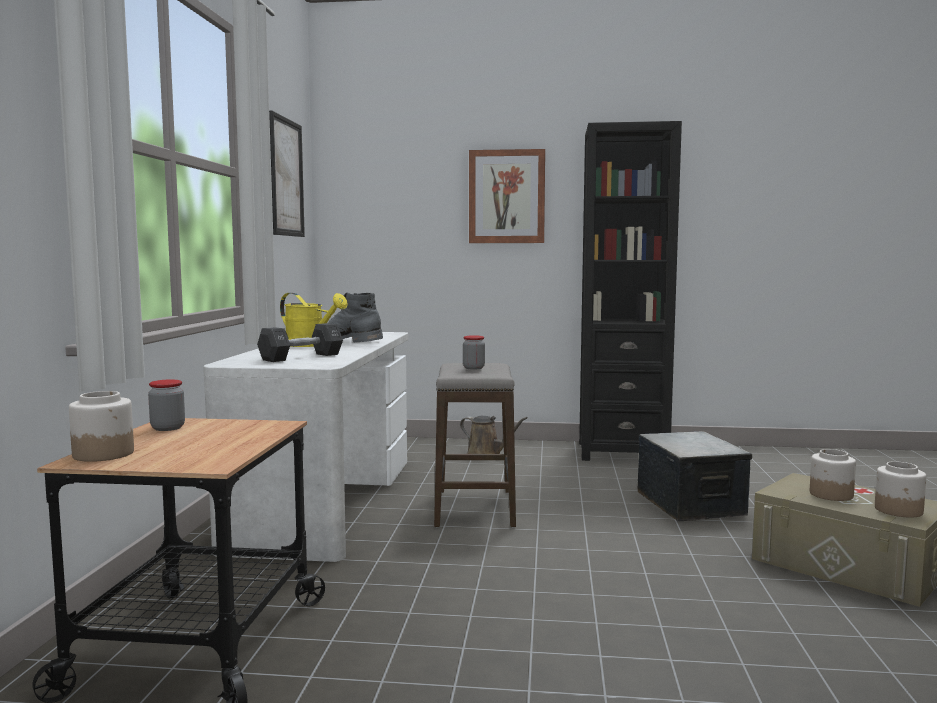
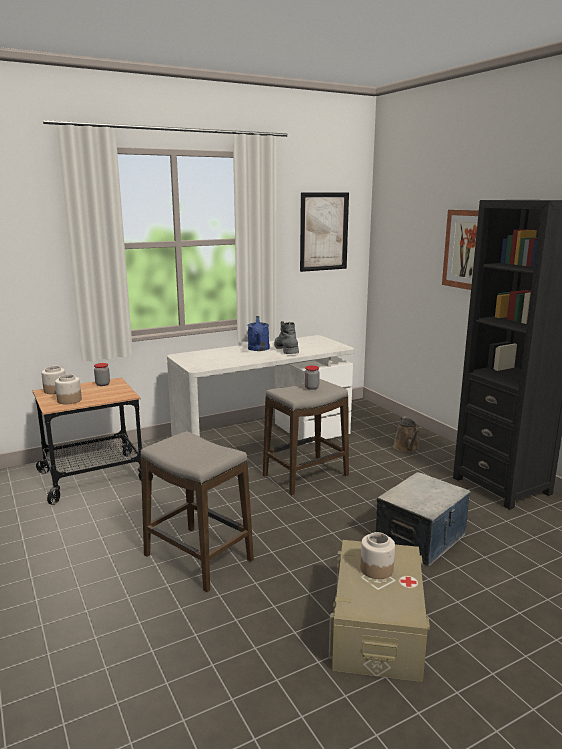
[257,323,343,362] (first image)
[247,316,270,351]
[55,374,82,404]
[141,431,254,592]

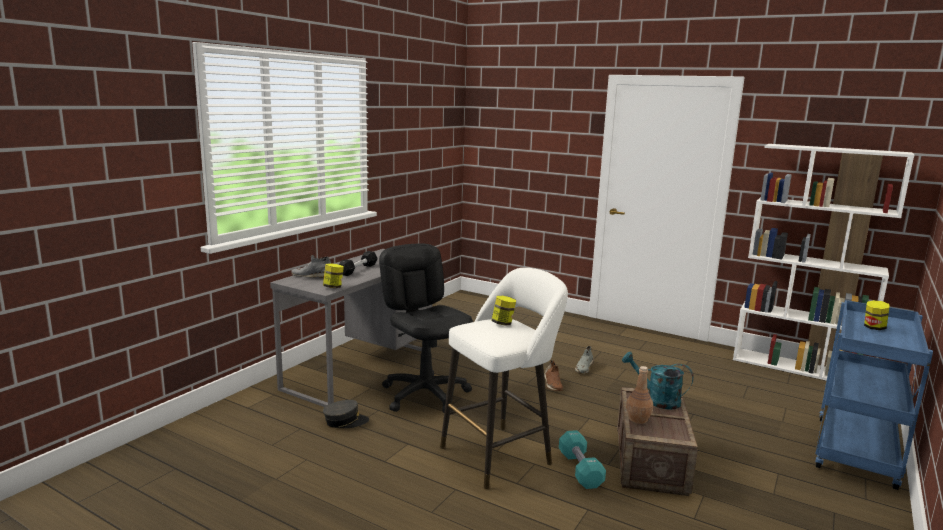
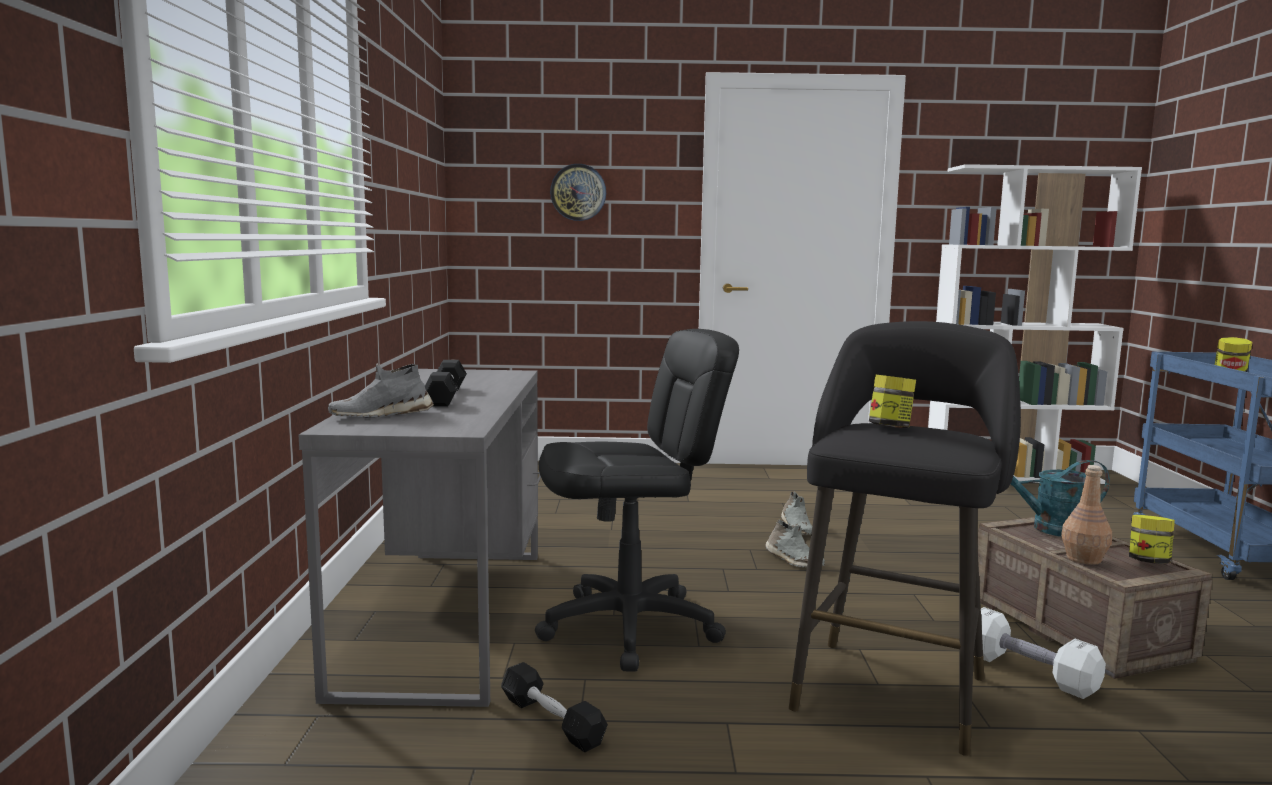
[1129,515,1175,564]
[501,662,608,752]
[535,329,739,672]
[789,321,1021,756]
[765,519,825,567]
[981,607,1106,699]
[550,164,606,221]

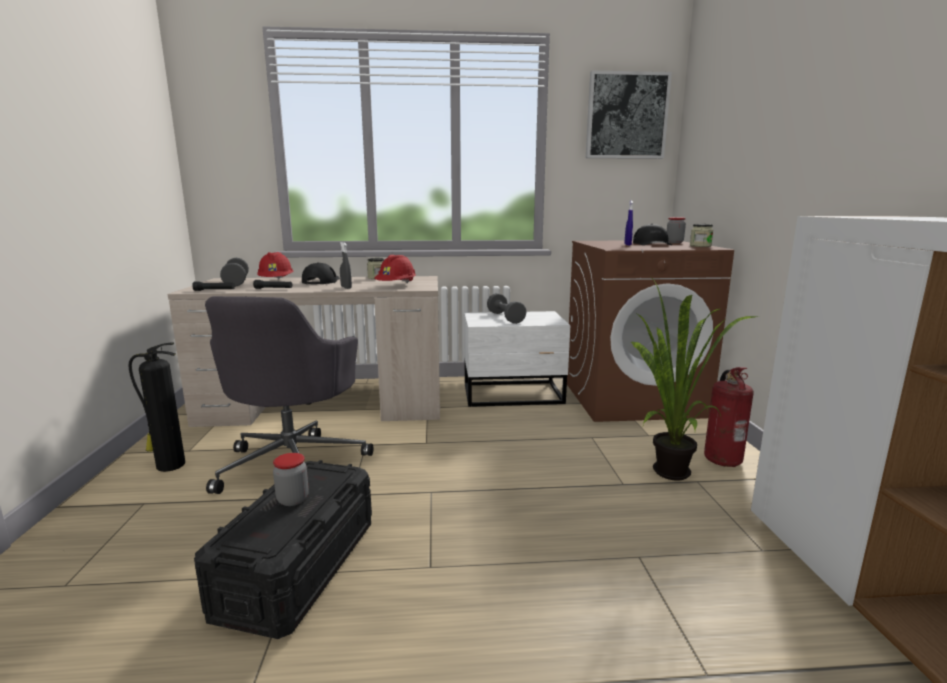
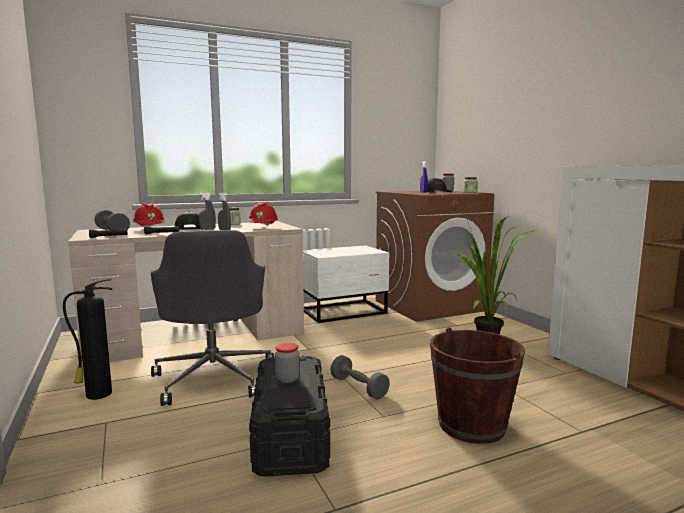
[330,355,390,400]
[586,71,672,159] (first image)
[704,367,754,467] (first image)
[199,193,216,230]
[430,327,525,444]

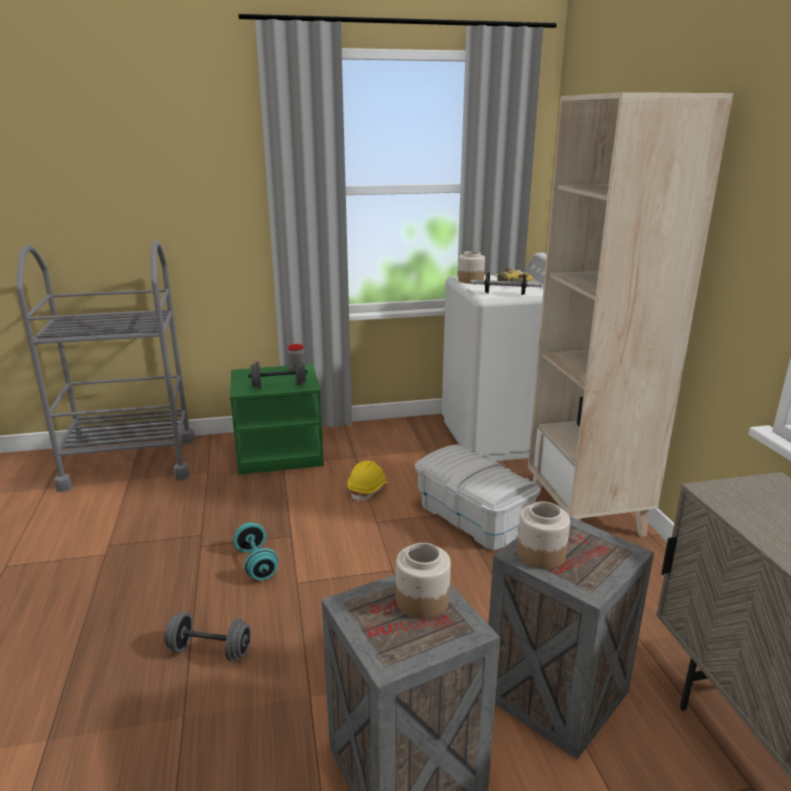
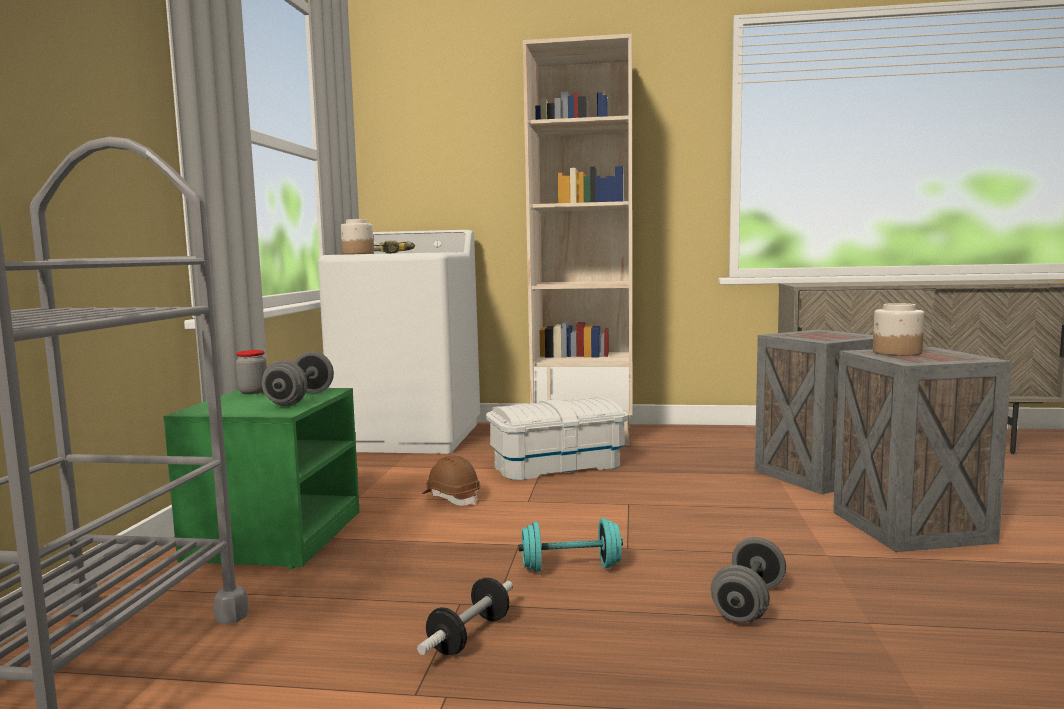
[422,456,481,506]
[417,578,513,655]
[517,502,570,569] (first image)

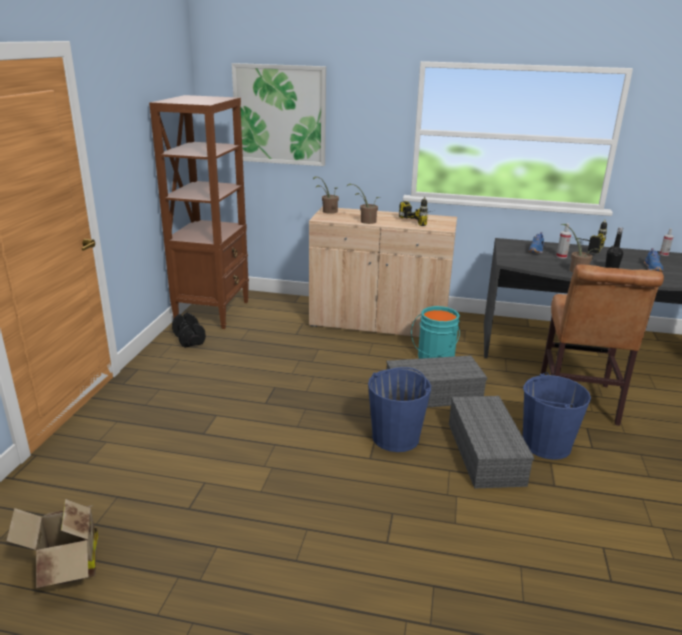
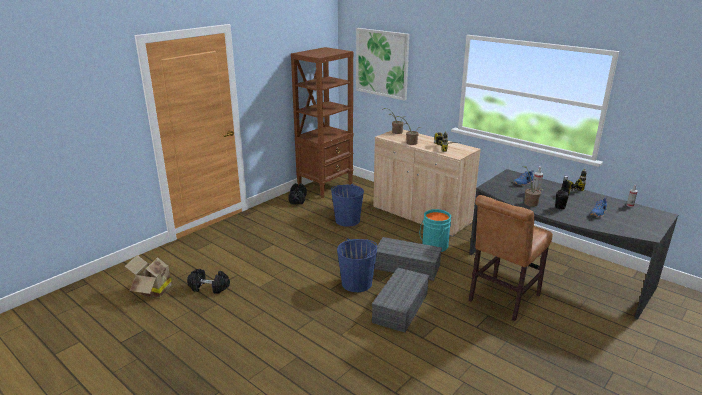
[331,183,364,227]
[187,269,230,294]

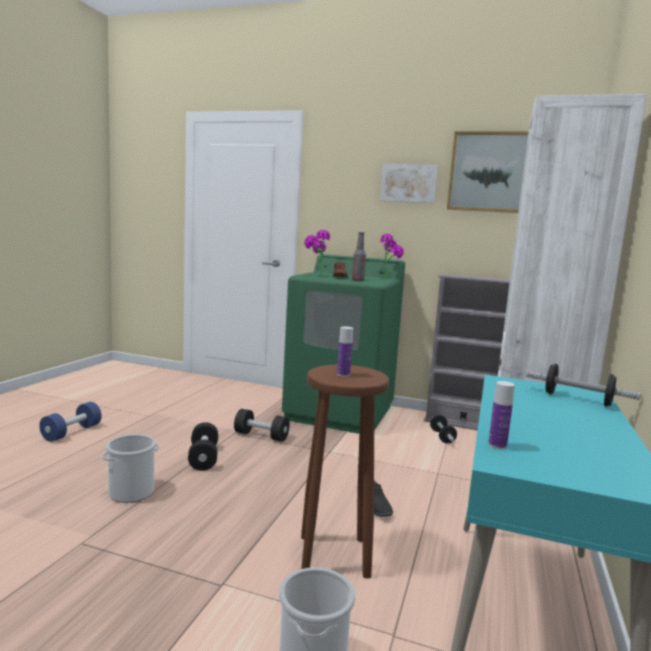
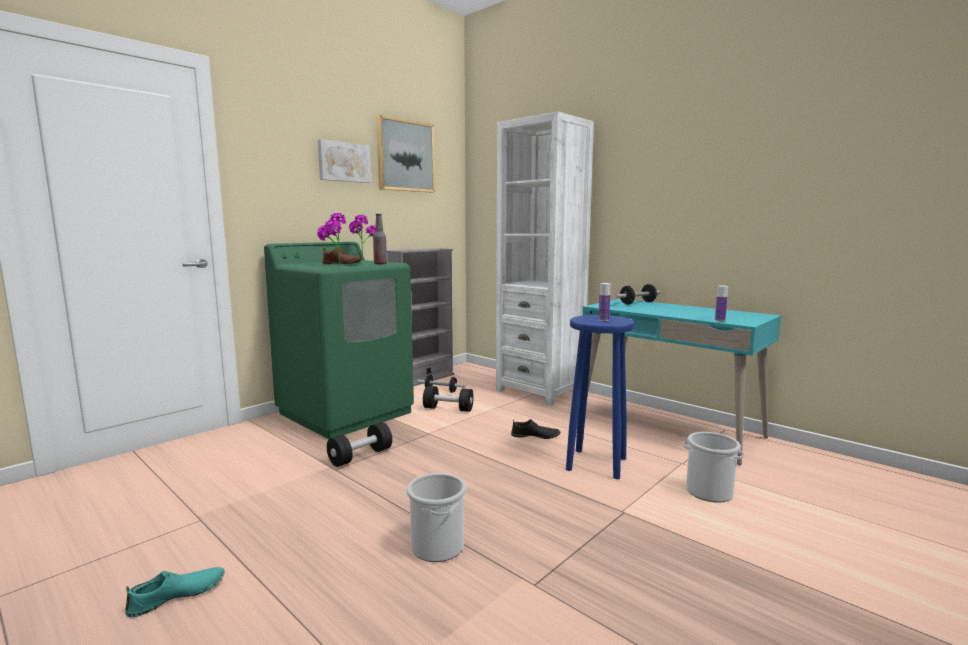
[125,567,225,617]
[423,386,474,412]
[566,315,634,479]

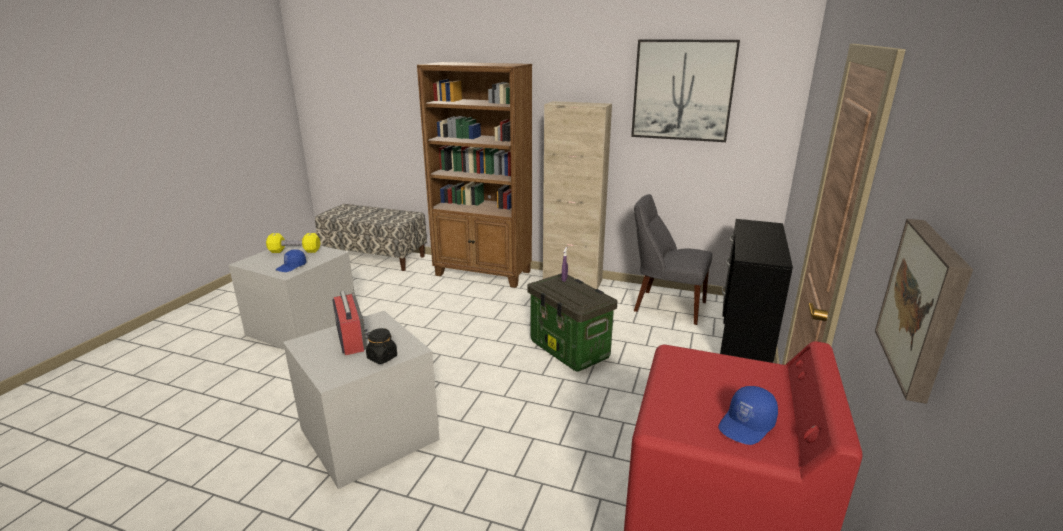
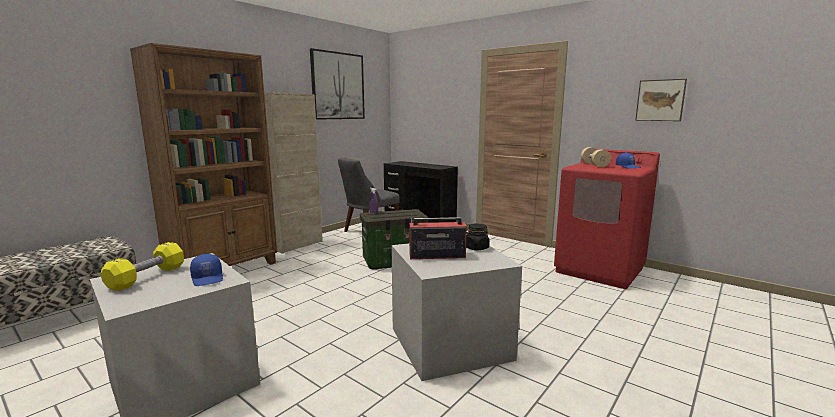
[581,147,611,167]

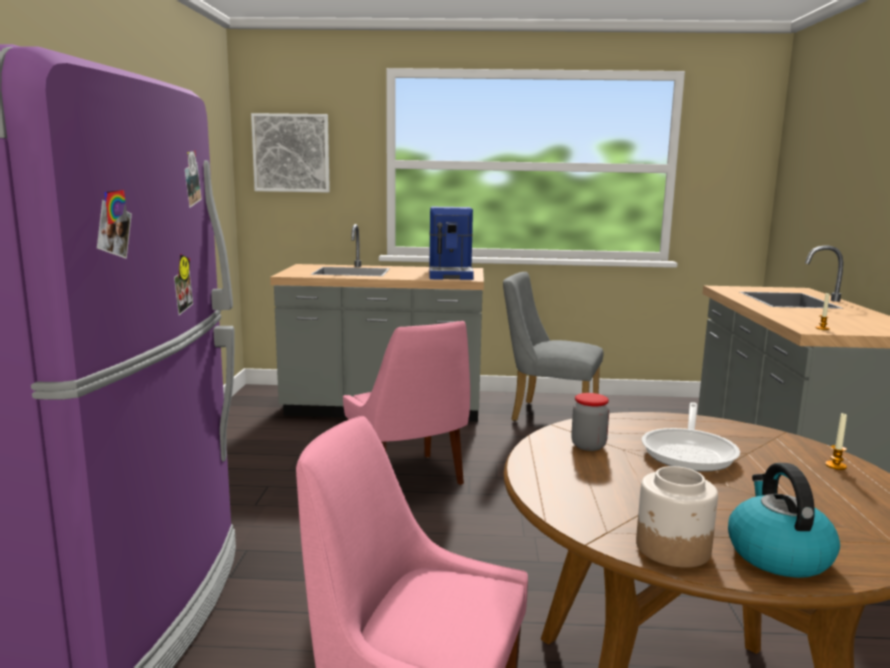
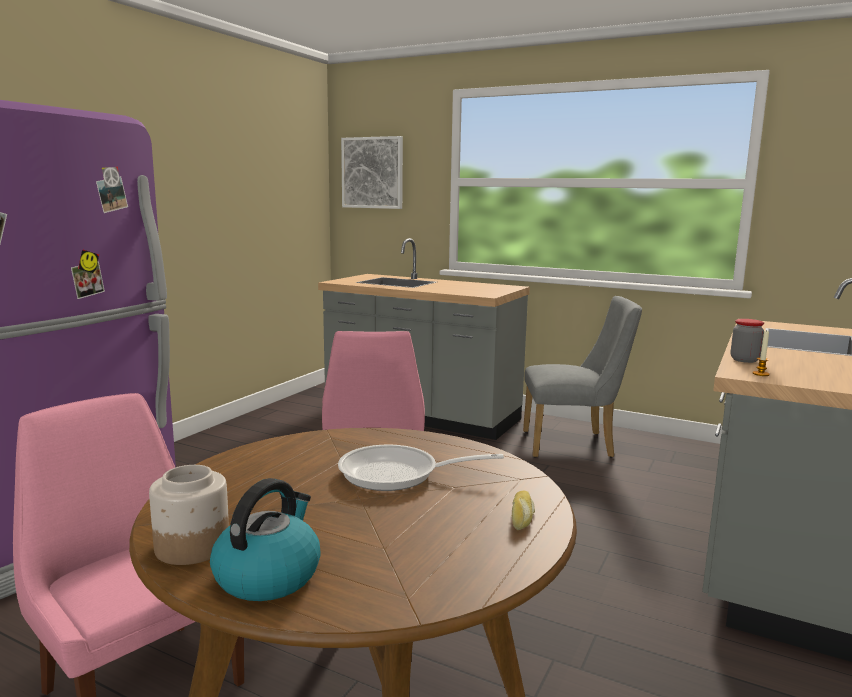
[429,207,474,280] (first image)
[523,296,642,458]
[731,319,764,363]
[338,445,504,491]
[512,491,535,530]

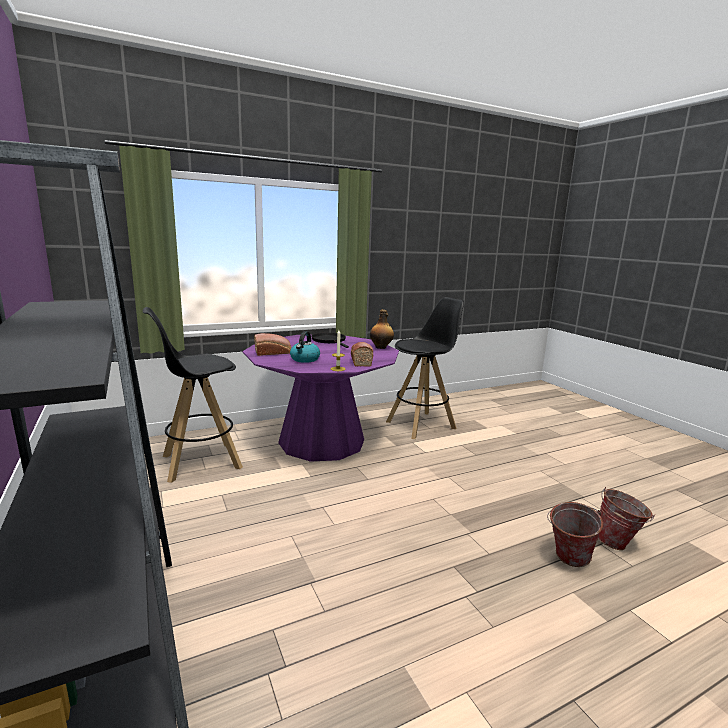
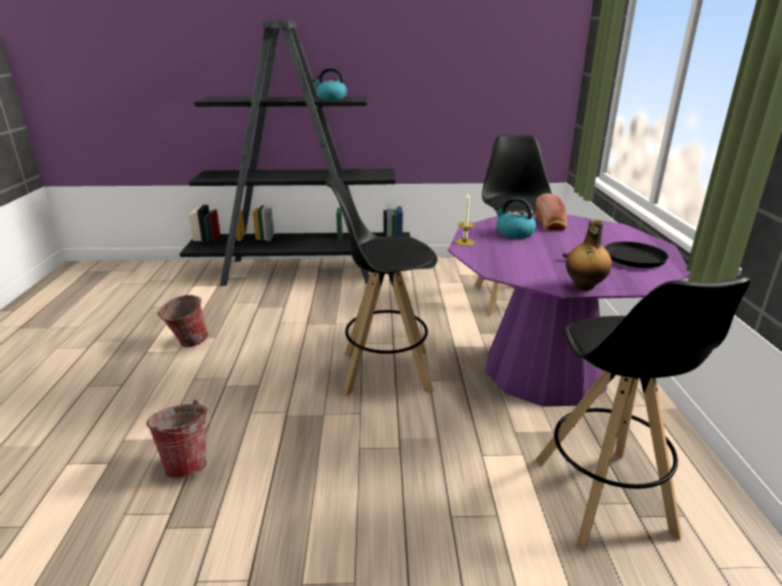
[351,342,373,367] (first image)
[157,295,208,347]
[312,68,347,100]
[326,174,437,396]

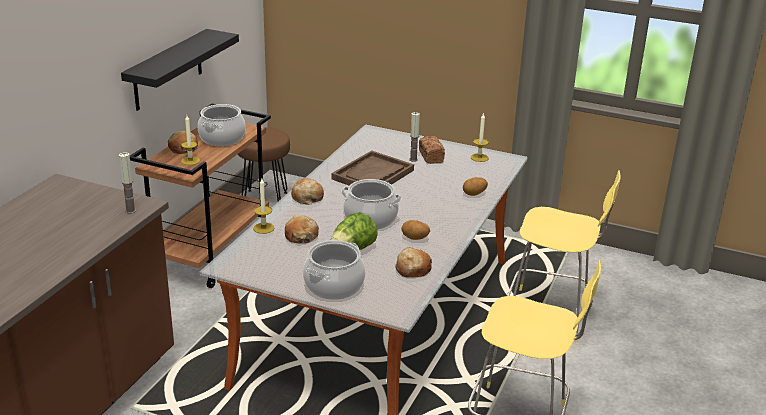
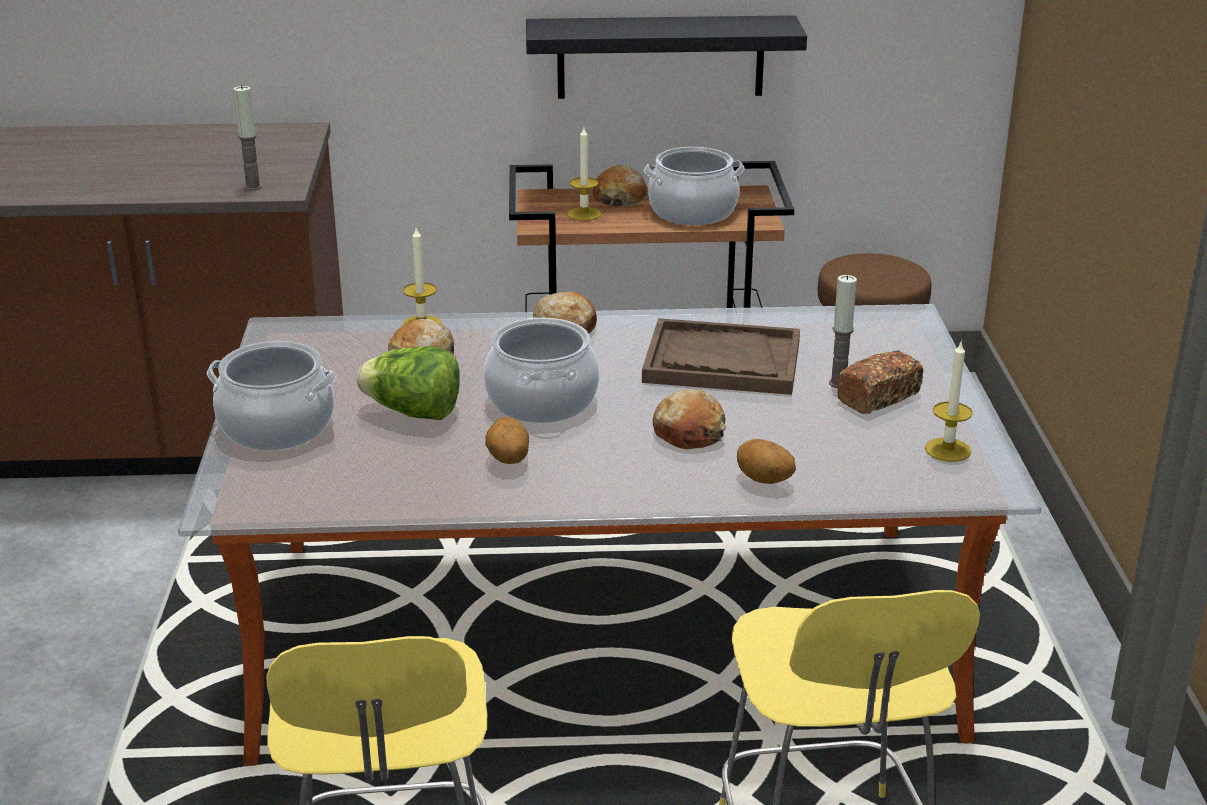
[653,389,726,449]

